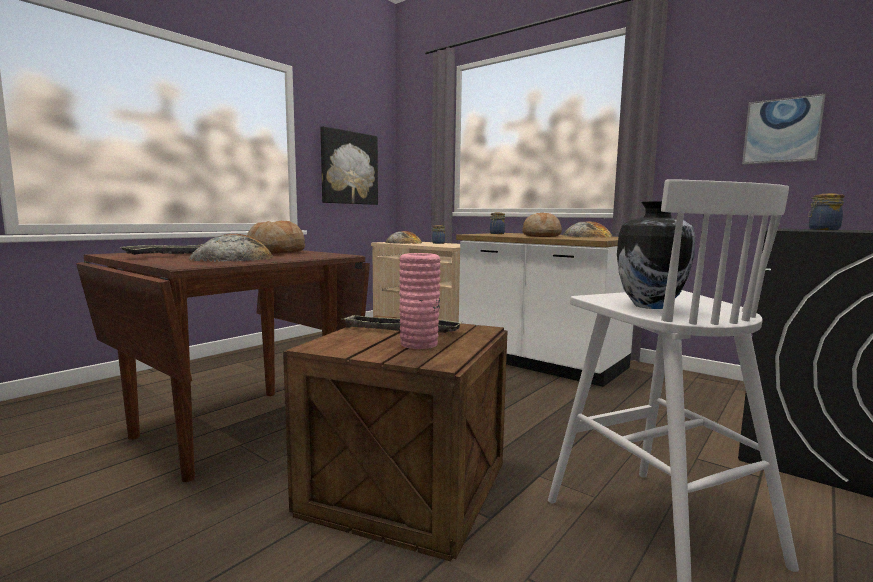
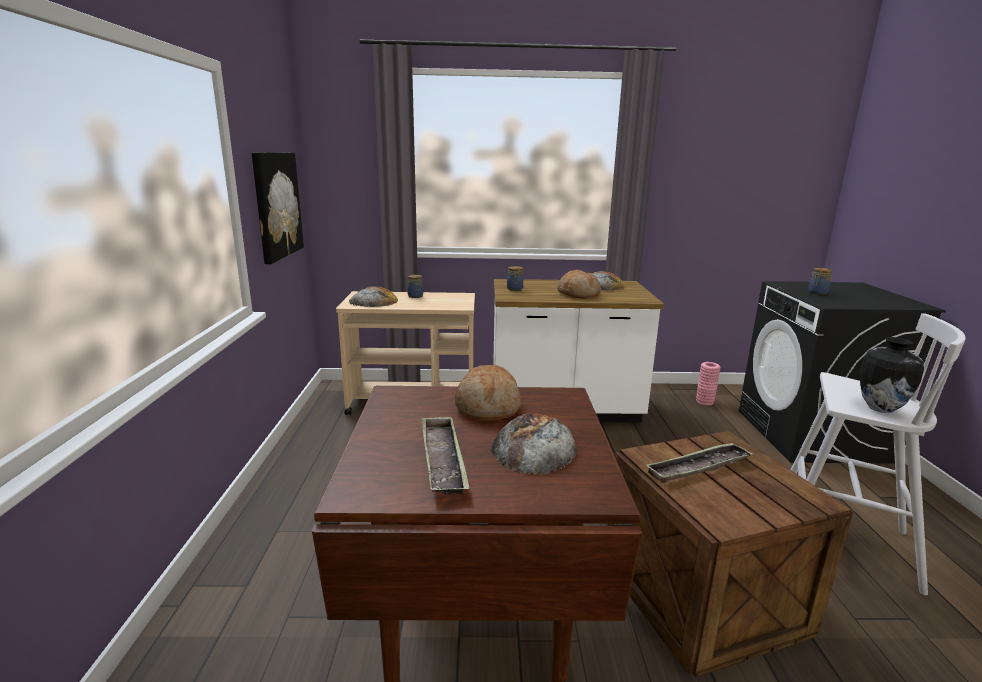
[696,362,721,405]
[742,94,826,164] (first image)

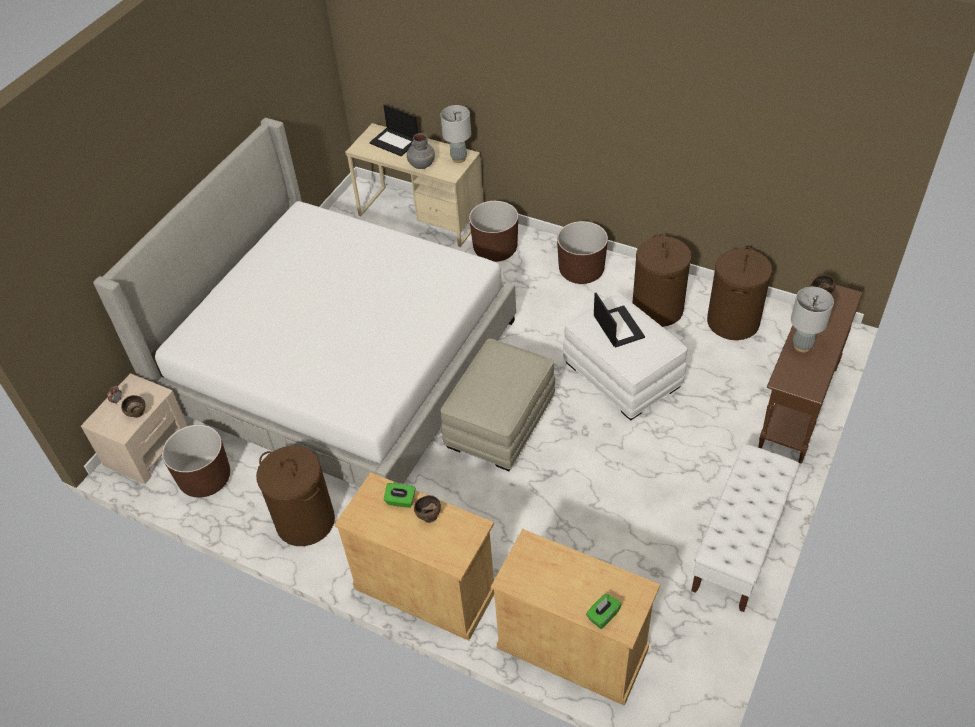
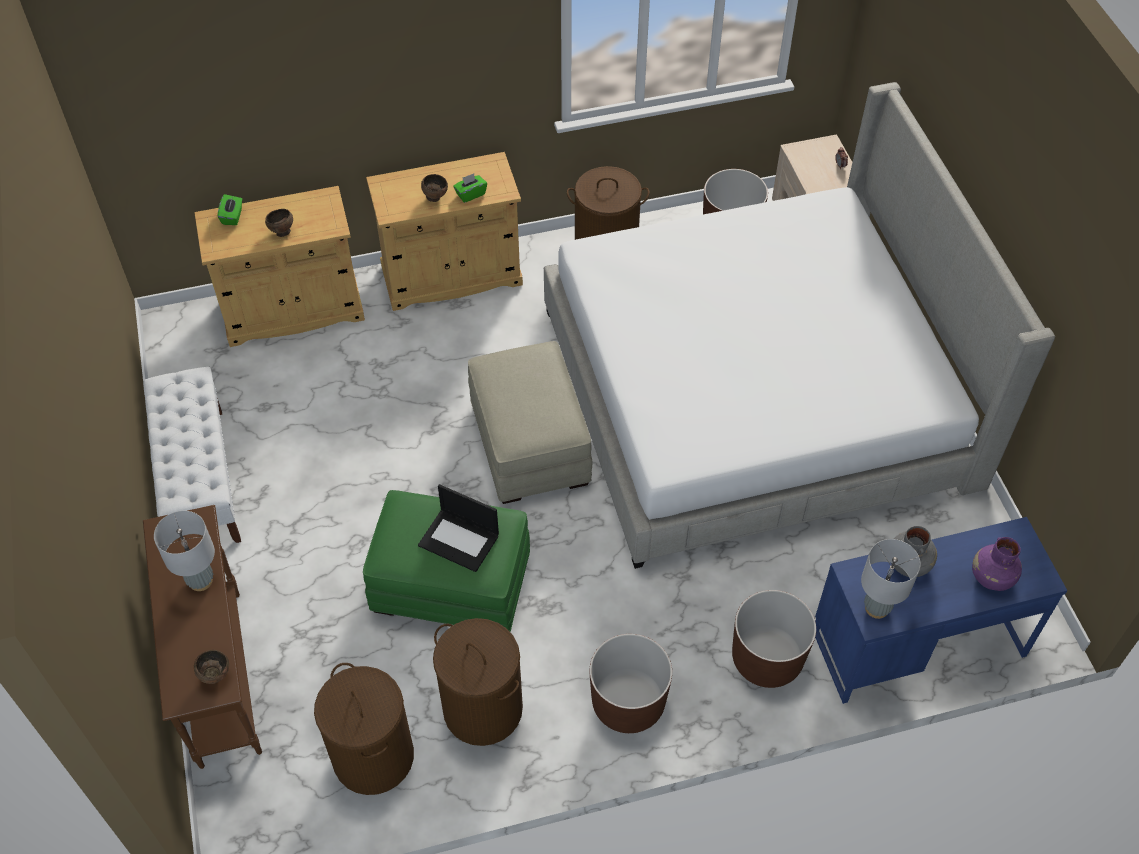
[265,209,293,237]
[815,517,1068,704]
[972,537,1022,591]
[363,490,530,632]

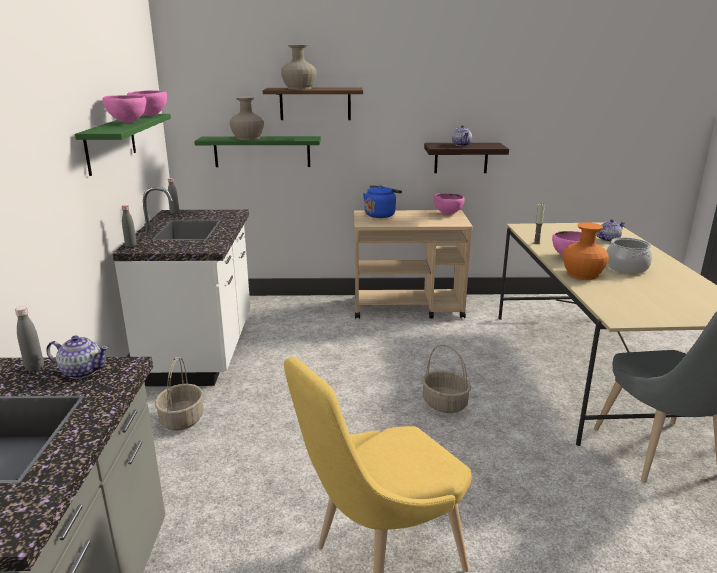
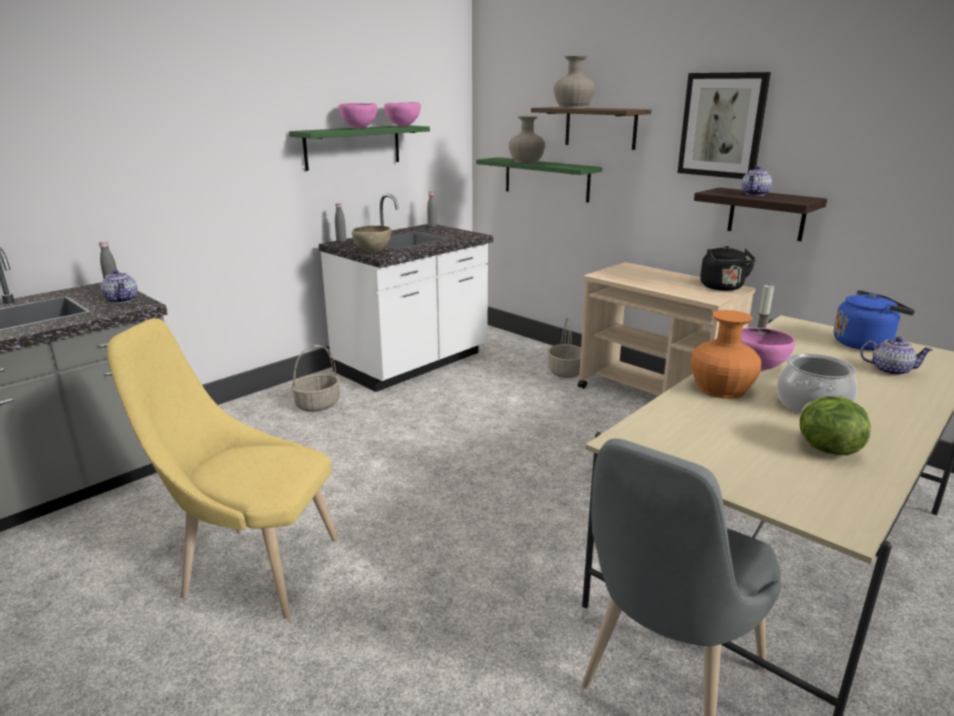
[834,290,915,351]
[548,317,581,378]
[700,246,755,291]
[352,225,392,253]
[678,72,771,179]
[800,396,871,455]

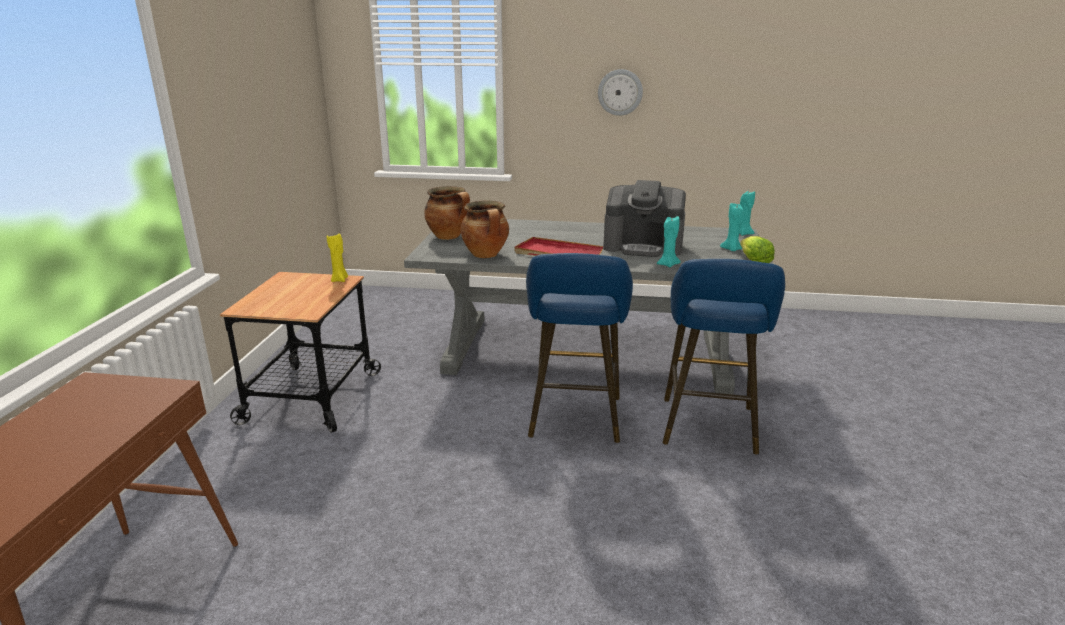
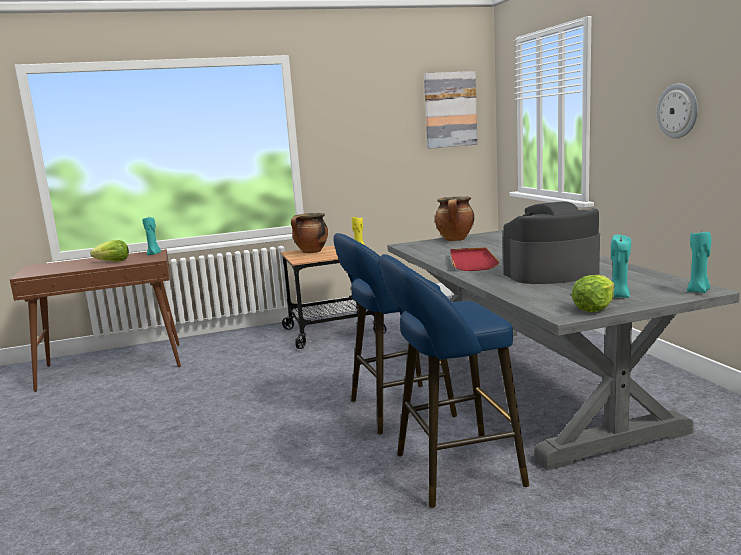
[291,213,328,253]
[503,201,600,284]
[142,217,161,255]
[90,240,129,262]
[424,71,478,149]

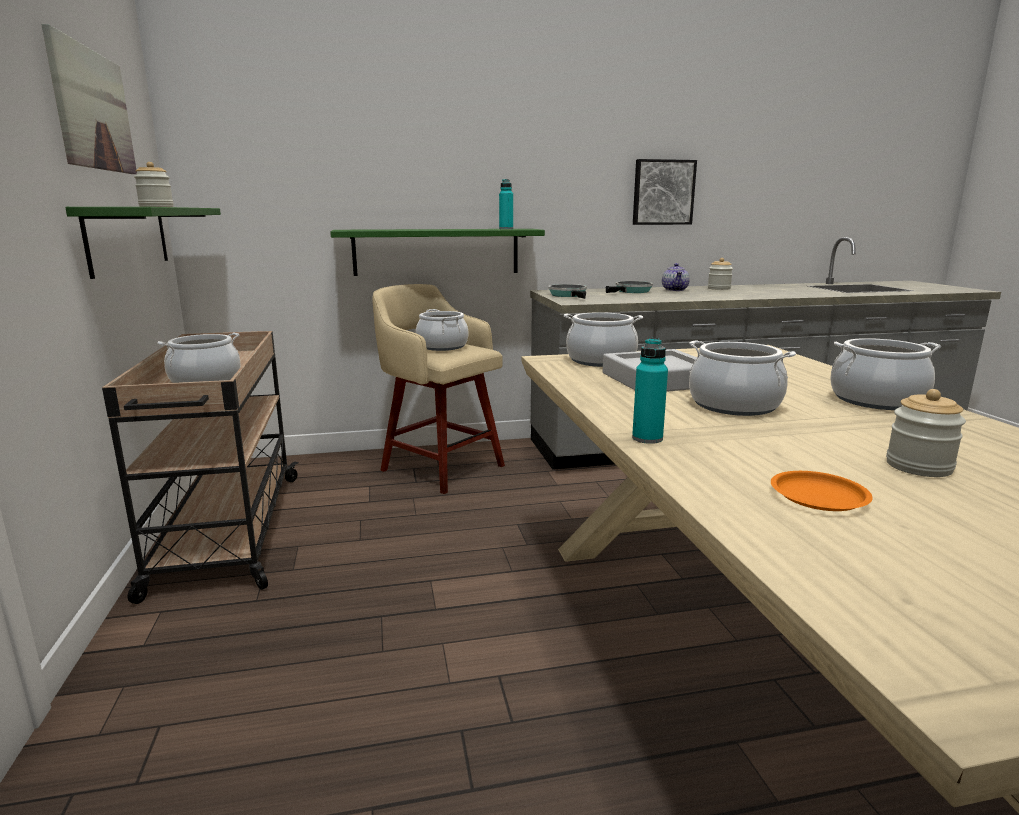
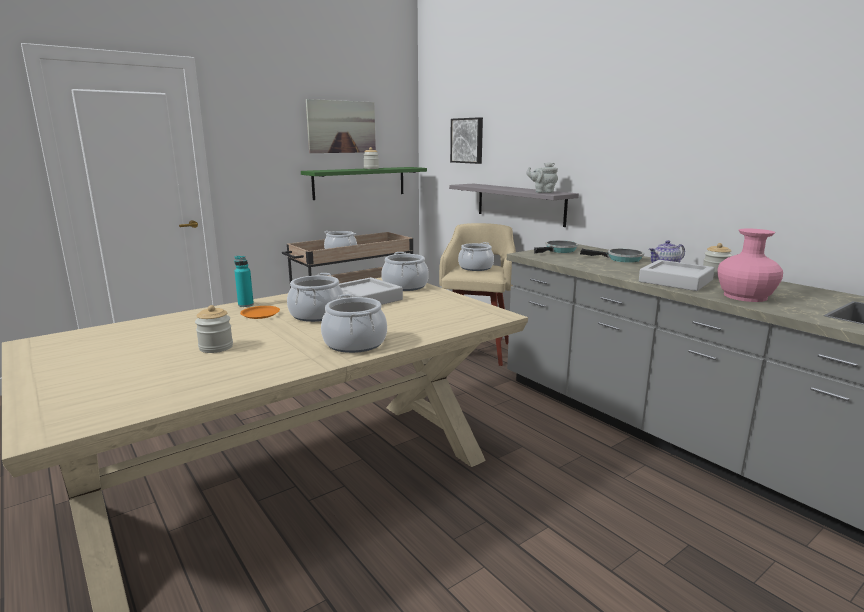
[449,184,579,227]
[526,162,558,193]
[450,117,483,164]
[240,306,280,319]
[639,260,715,291]
[717,228,783,302]

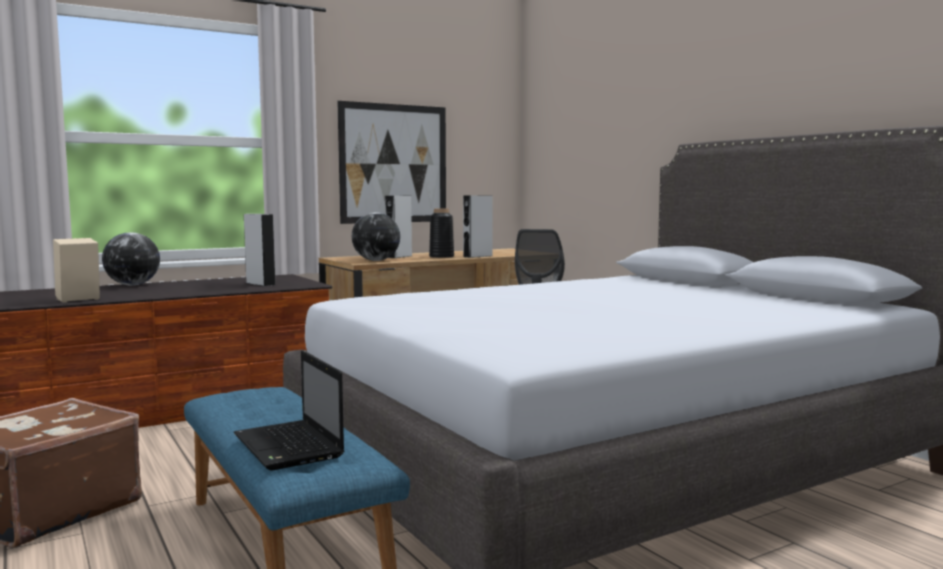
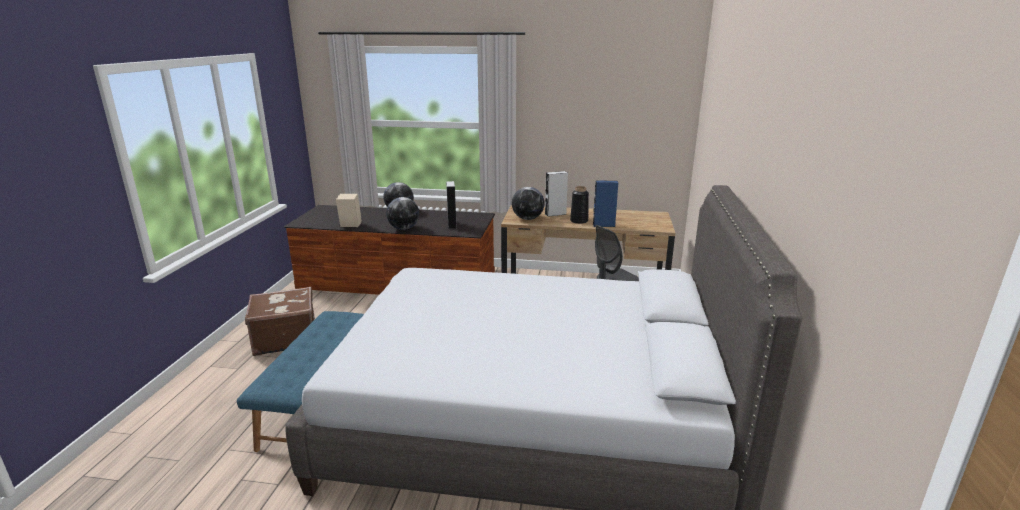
[234,351,344,470] (first image)
[337,101,446,224] (first image)
[593,181,618,227]
[386,197,419,230]

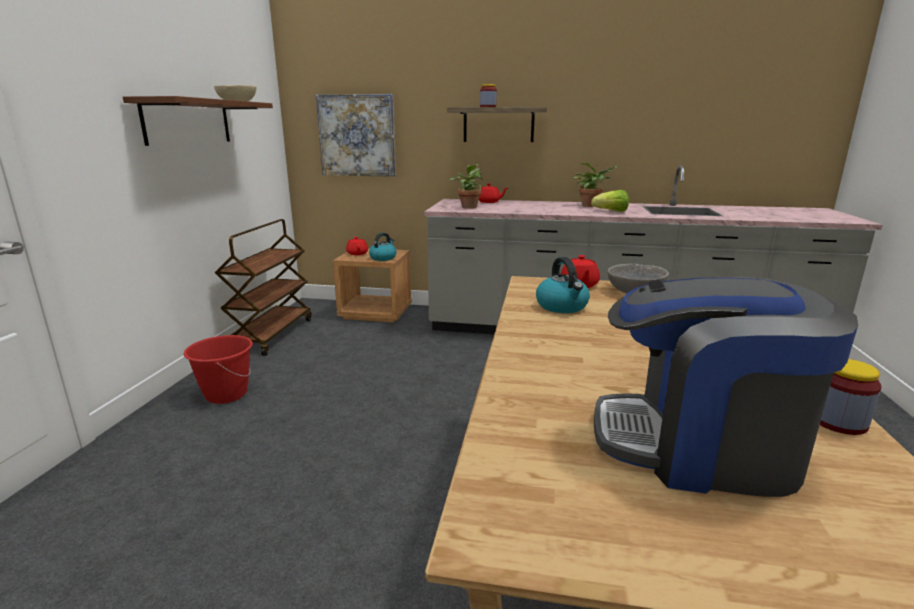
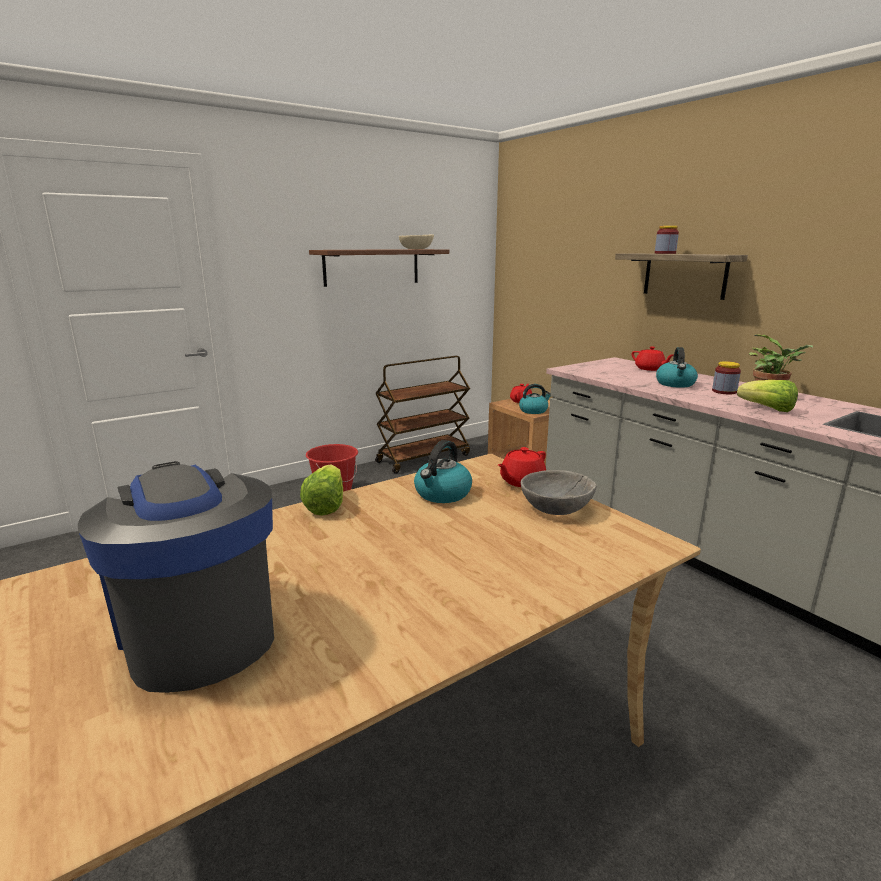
[316,94,396,177] (first image)
[449,164,483,209] (first image)
[712,361,741,395]
[300,465,343,516]
[656,347,698,388]

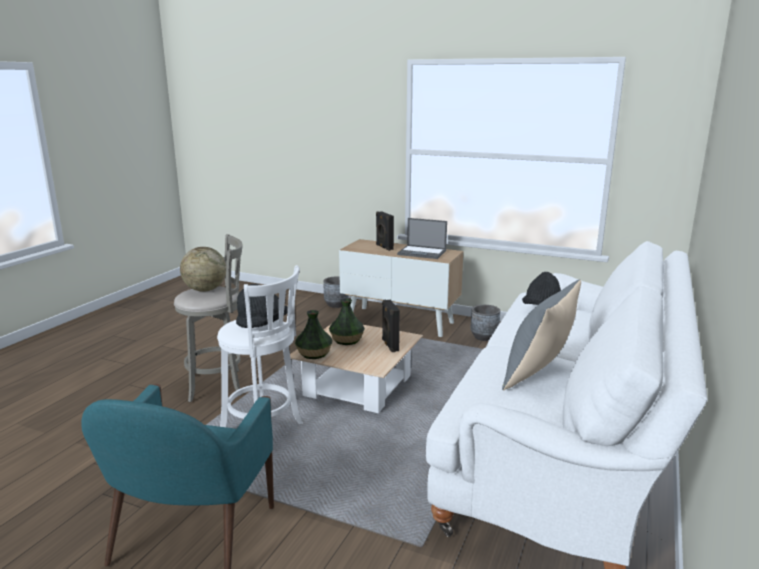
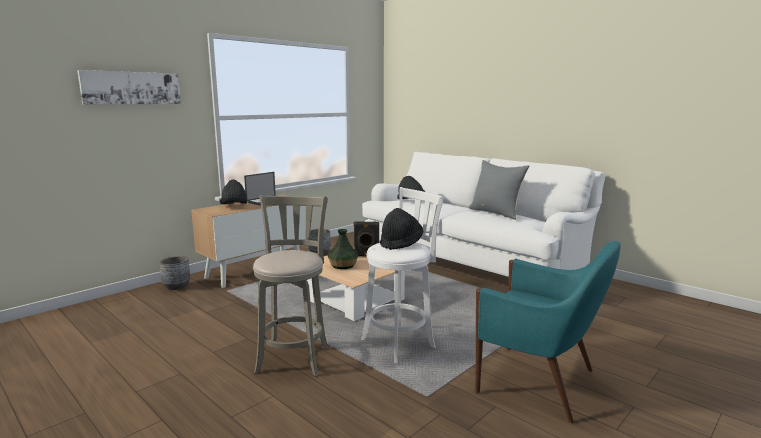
[180,247,226,292] (first image)
[295,310,333,359] (first image)
[220,179,247,204]
[77,70,181,105]

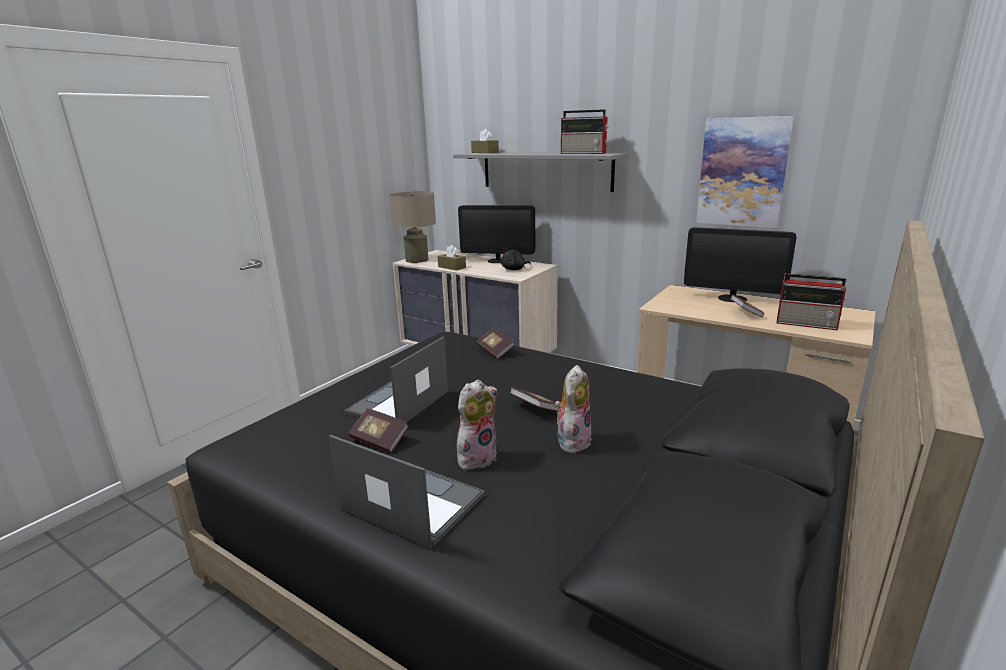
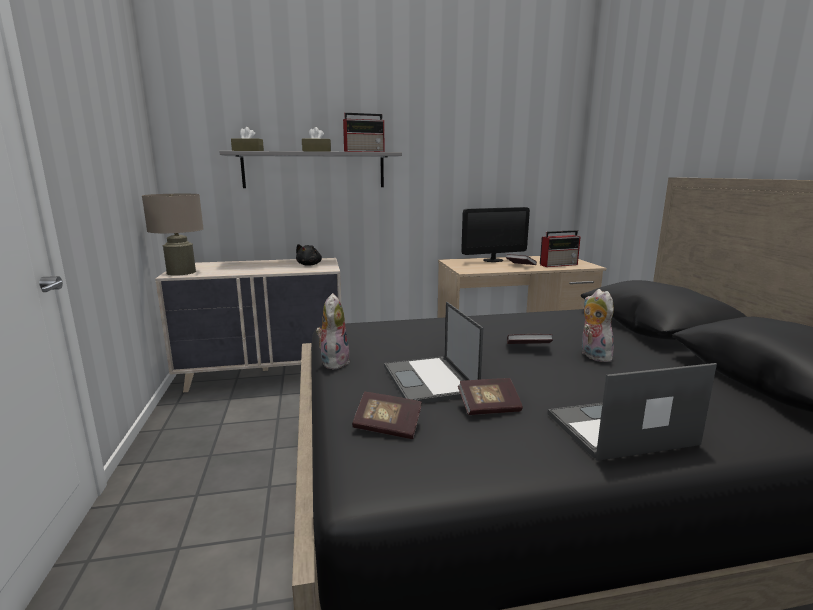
[302,127,331,152]
[316,293,350,369]
[458,205,535,263] (first image)
[352,392,422,439]
[696,116,794,228] (first image)

